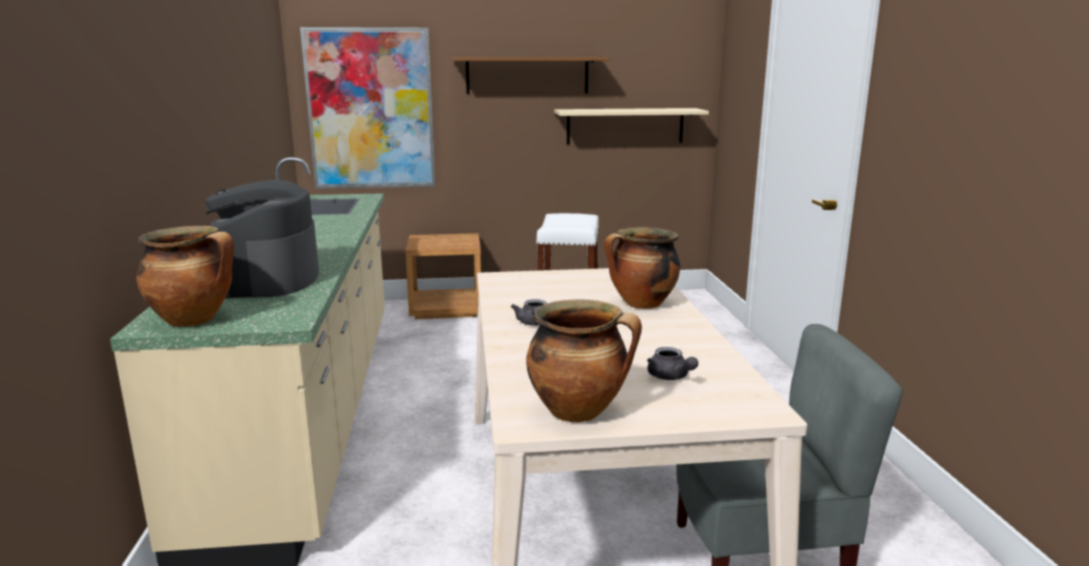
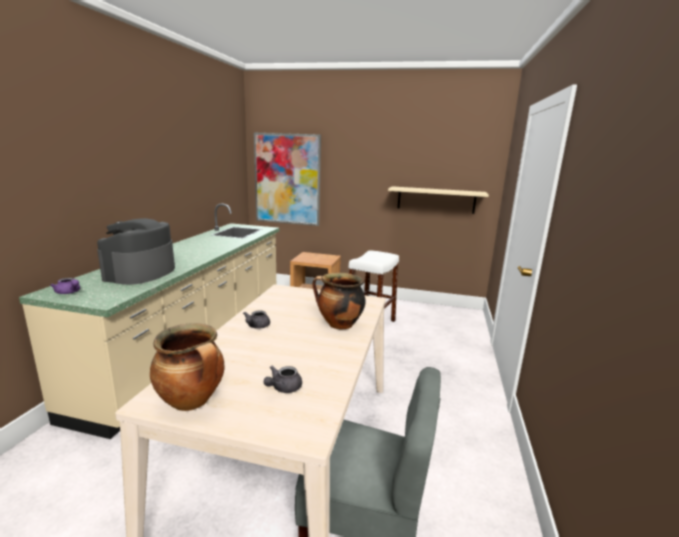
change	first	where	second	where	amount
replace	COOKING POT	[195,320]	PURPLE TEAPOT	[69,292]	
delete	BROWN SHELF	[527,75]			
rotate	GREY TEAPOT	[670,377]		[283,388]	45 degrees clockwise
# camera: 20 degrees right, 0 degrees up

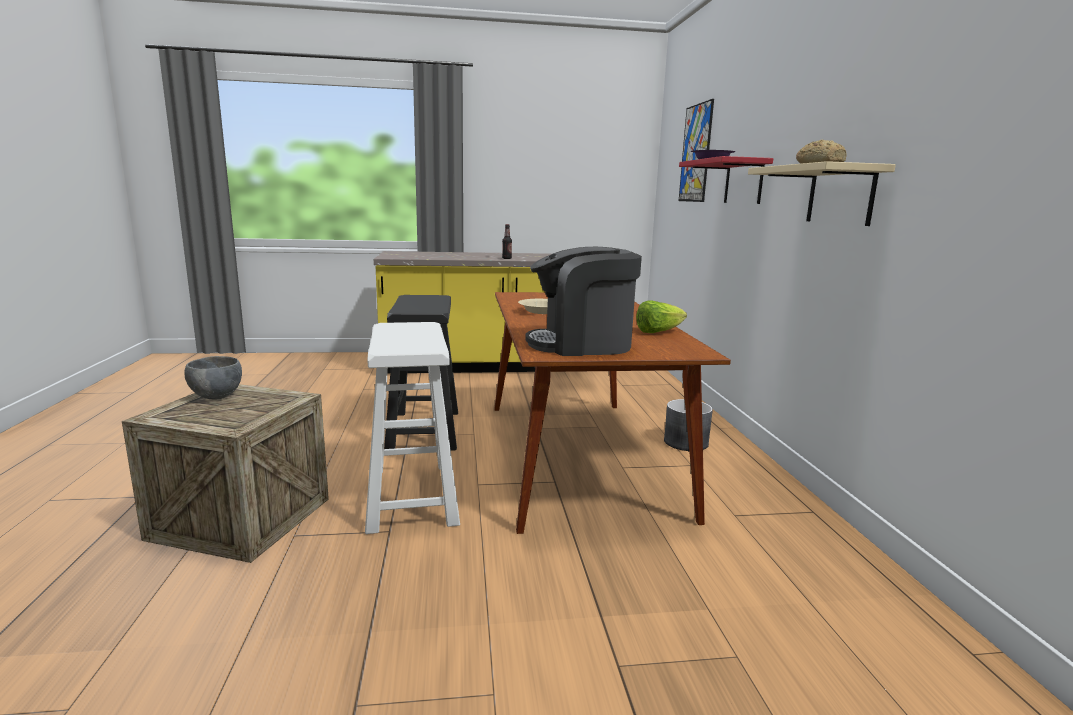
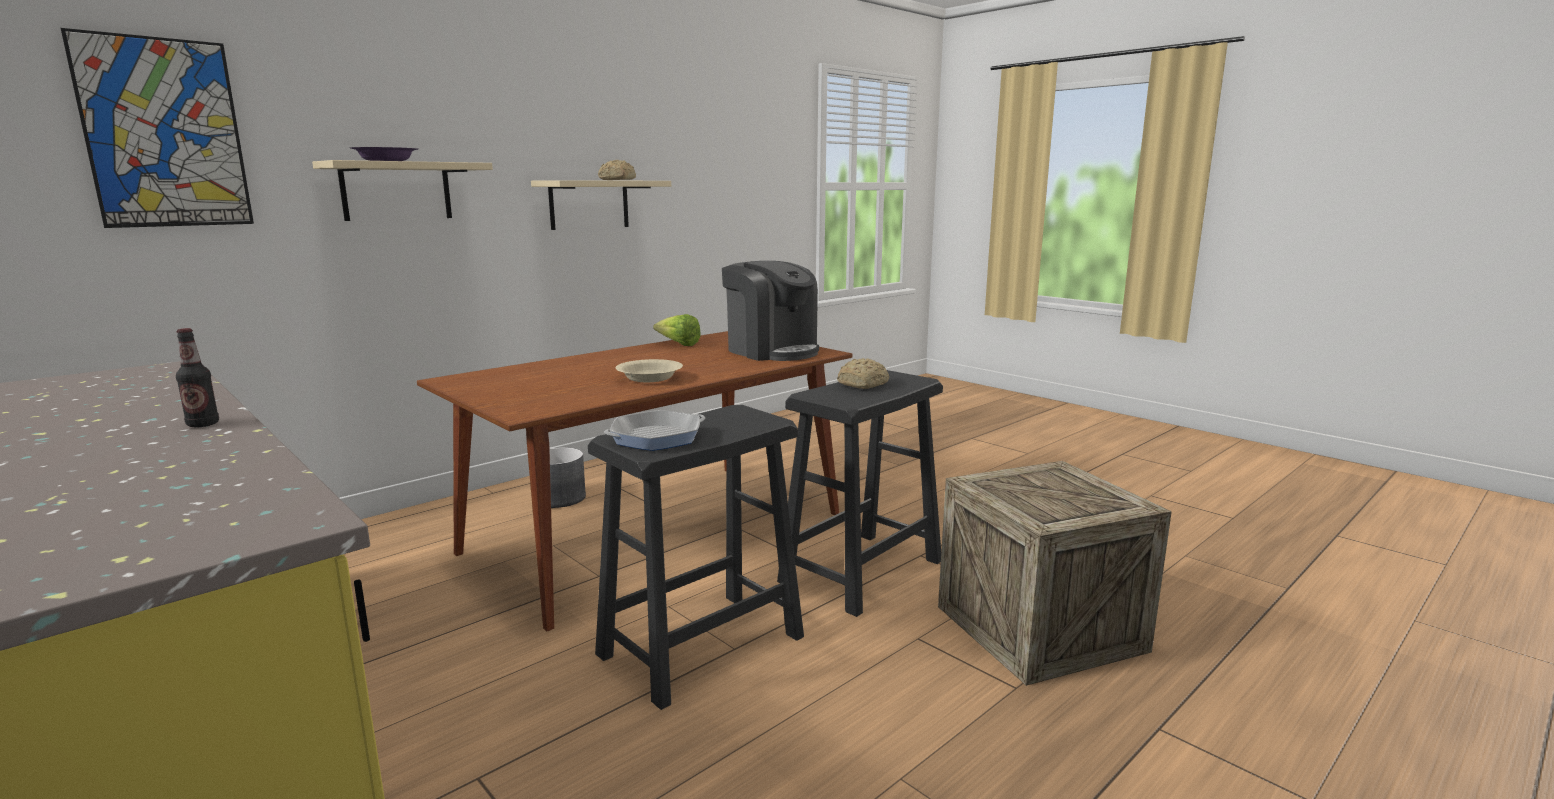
change	first	where	second	where	amount
delete	GREY BOWL	[216,396]			
recolor	WHITE STOOL	[412,495]	BLACK STOOL	[860,572]	
recolor	RED SHELF	[743,182]	BEIGE SHELF	[396,191]	
insert			FRYING PAN	[656,437]	
insert			BREAD	[864,384]	
# camera: 125 degrees left, 0 degrees up

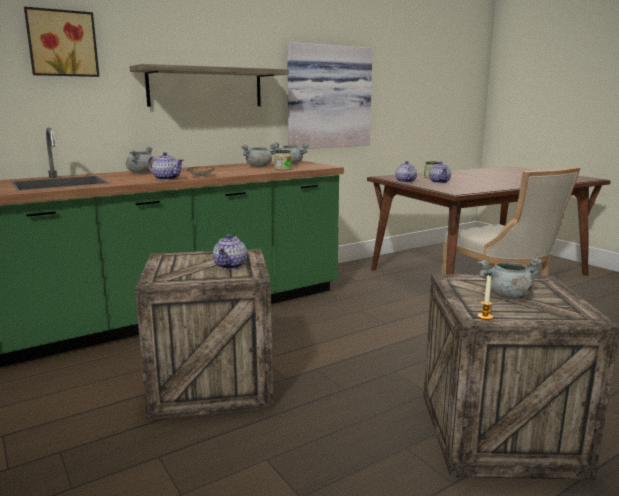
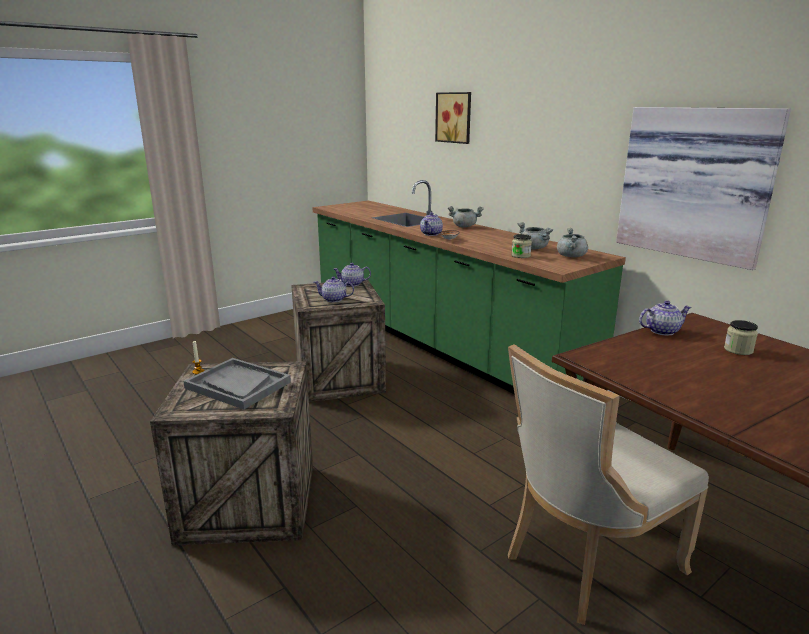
change	first	where	second	where	amount
delete	SHELF	[206,87]			
move	TEAPOT	[439,182]		[352,284]	
replace	GREY COOKING POT	[507,296]	GREY TRAY	[237,385]	
# camera: 85 degrees right, 5 degrees up

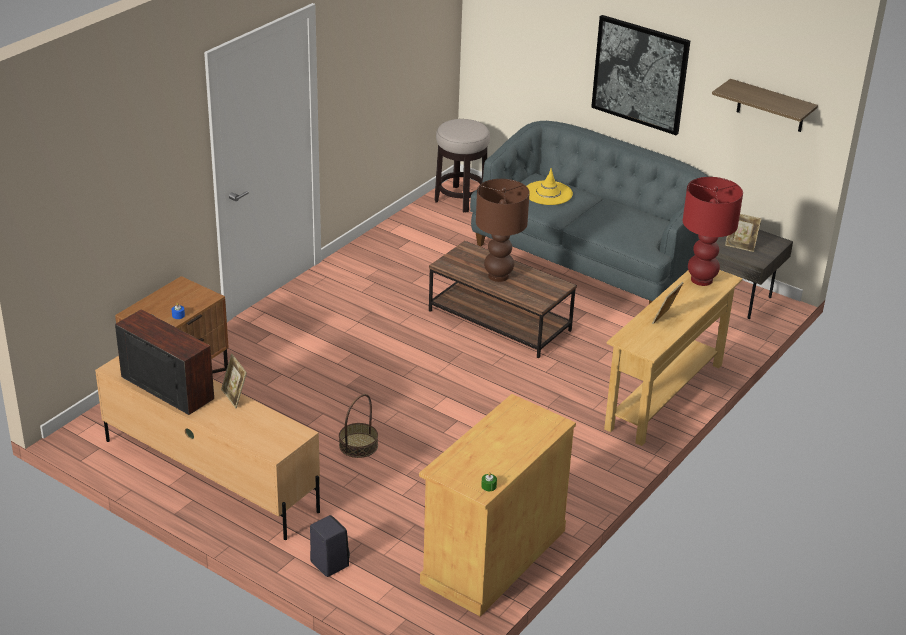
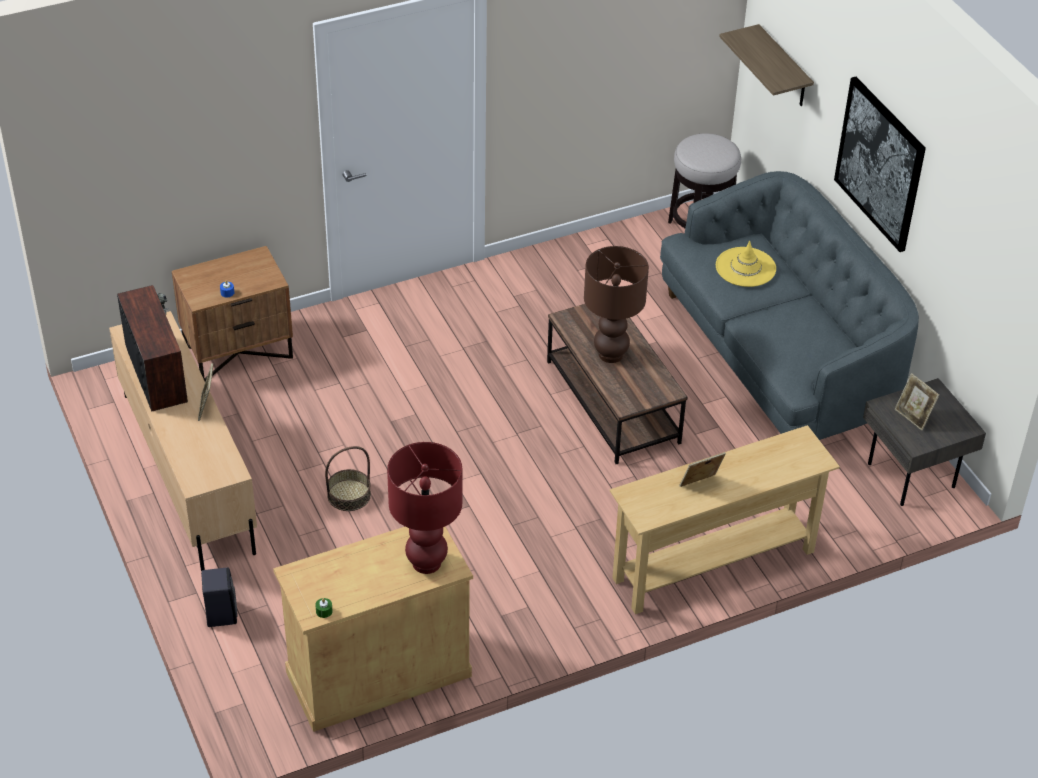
change	first	where	second	where	amount
move	RED TABLE LAMP	[702,280]		[427,563]	
move	SHELF	[771,106]		[783,68]	
# camera: 30 degrees right, 10 degrees up

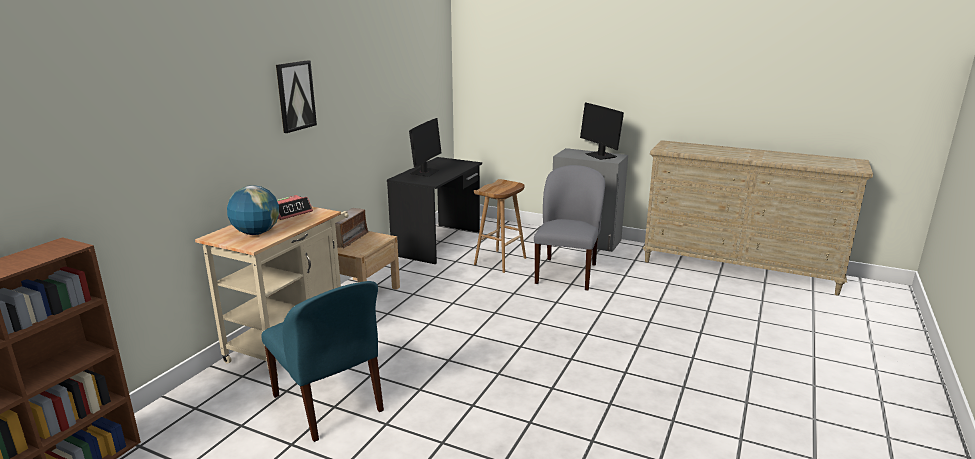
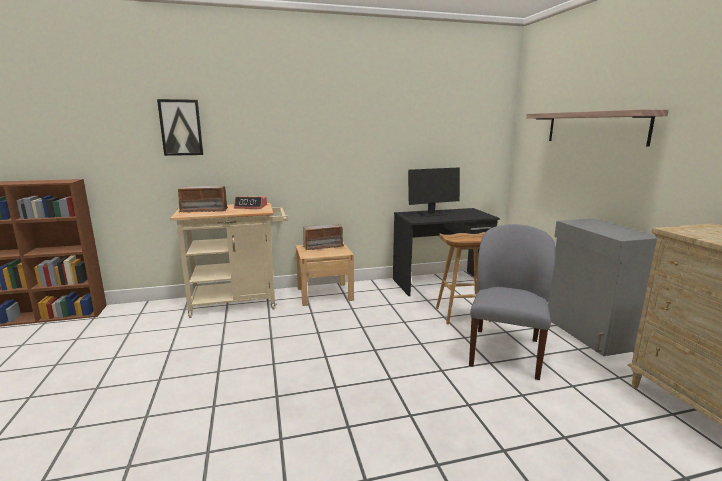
change	first	where	second	where	amount
replace	GLOBE	[256,233]	RADIO	[204,211]	
delete	BLUE CHAIR	[329,404]			
move	PICTURE	[295,96]		[181,127]	
rotate	GREY CHAIR	[567,273]		[505,352]	45 degrees counterclockwise
delete	MONITOR	[600,156]			
insert			SHELF	[594,127]	
# camera: 50 degrees right, 5 degrees down

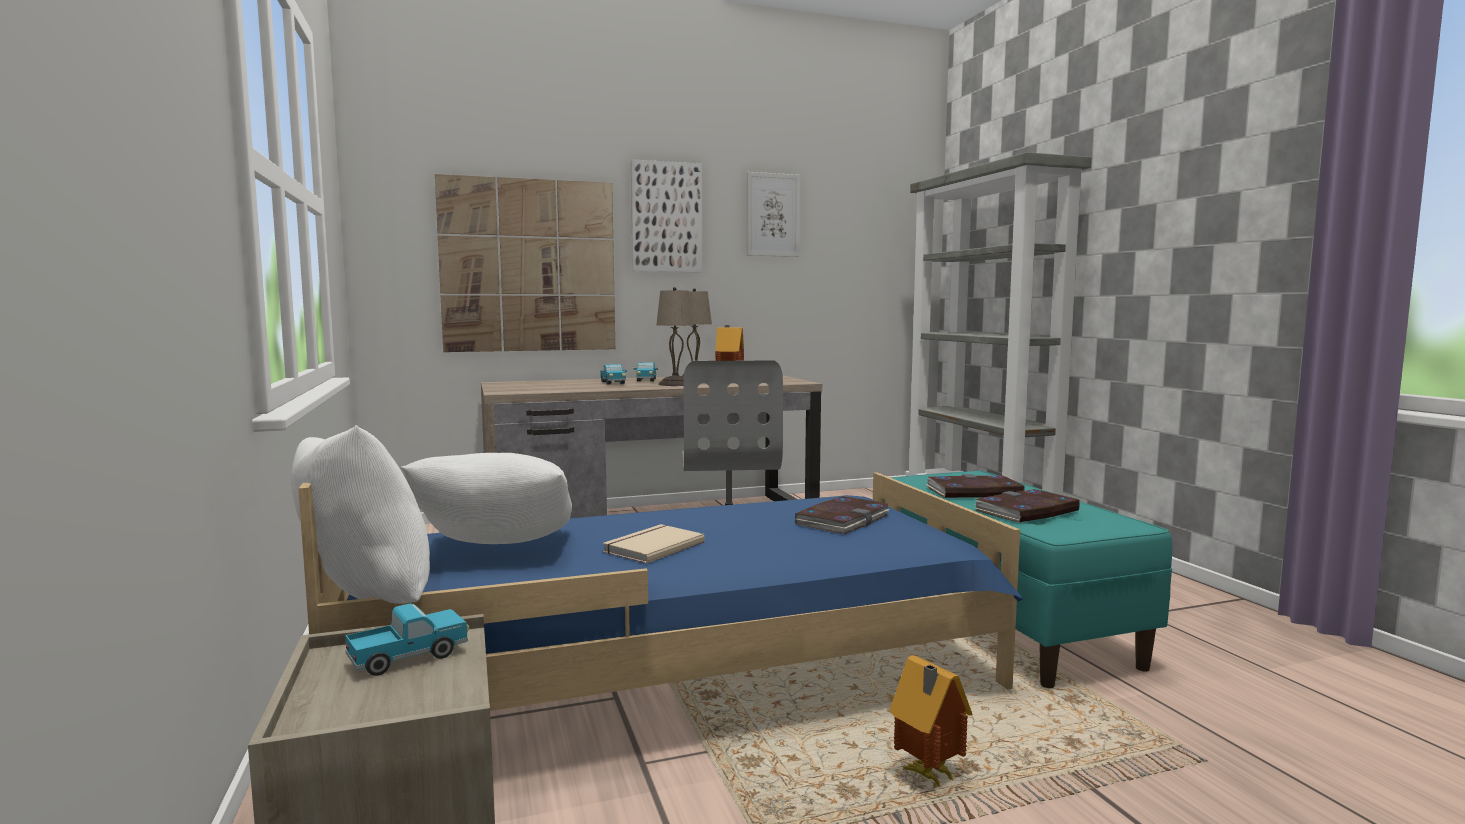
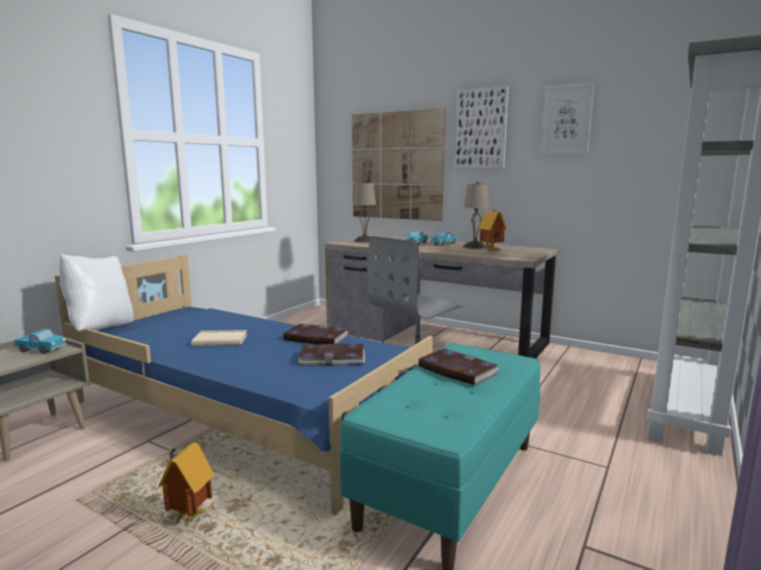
change	first	where	second	where	amount
delete	WHITE PILLOW	[497,551]			
move	BEIGE TABLE LAMP	[674,384]		[364,241]	
move	BOOK	[1026,511]		[315,338]	
# camera: 50 degrees right, 5 degrees up

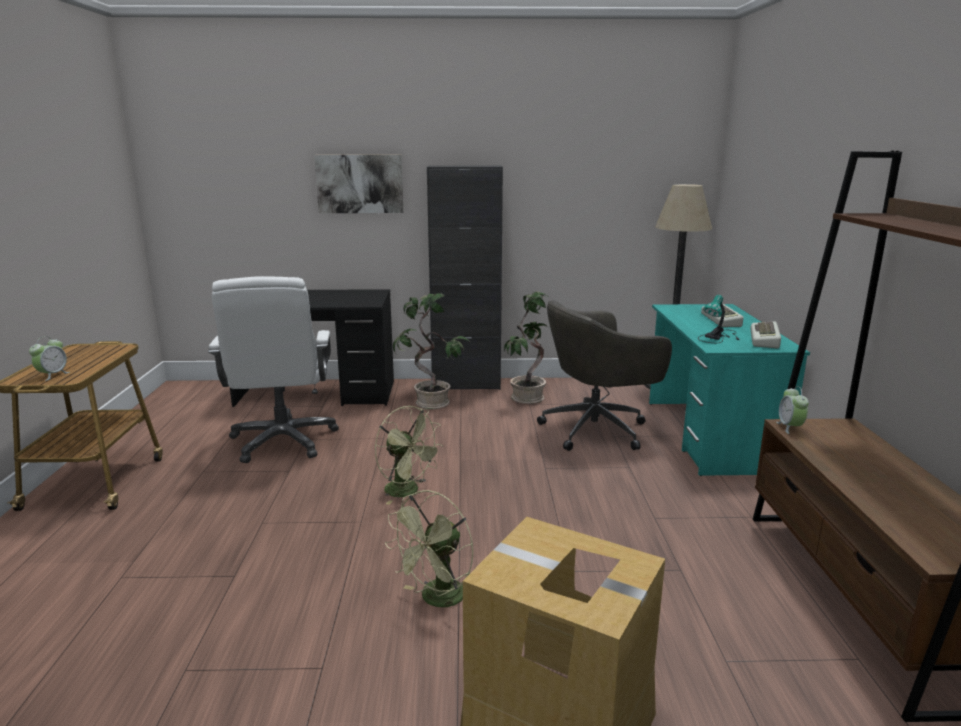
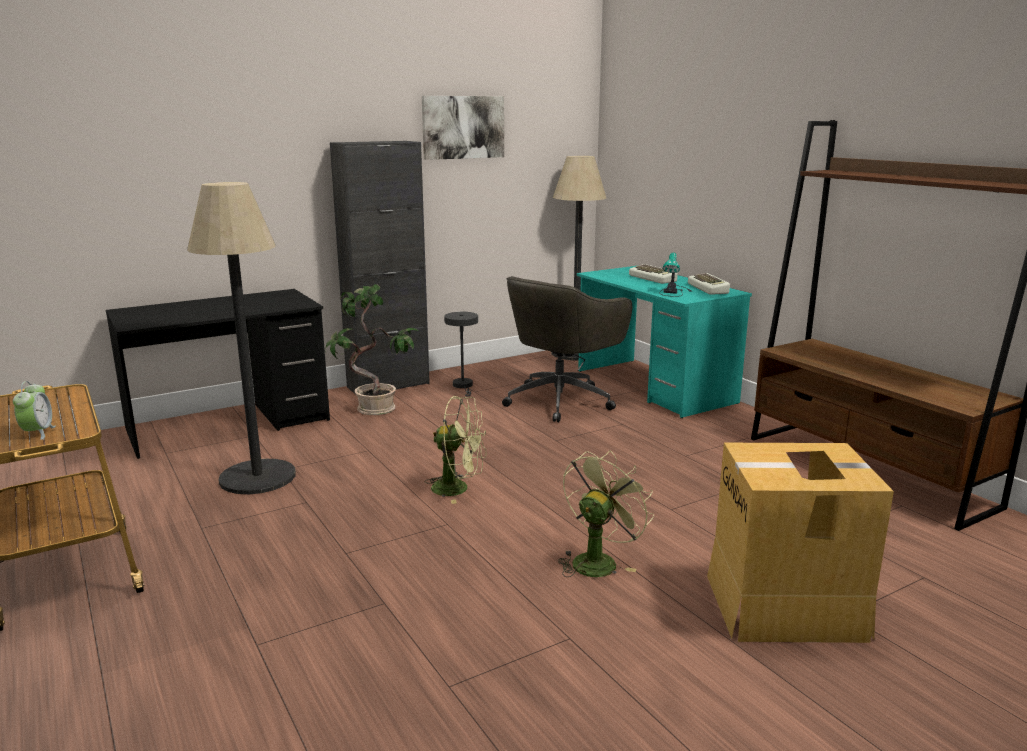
change	first	where	second	where	amount
replace	WHITE OFFICE CHAIR	[283,441]	FLOOR LAMP	[257,477]	
move	PICTURE	[360,183]		[463,127]	
rotate	GREEN FAN	[437,600]		[598,560]	150 degrees counterclockwise
replace	POTTED PLANT	[526,397]	GREY TABLE LAMP	[463,386]	
delete	ALARM CLOCK	[790,427]			
# camera: 30 degrees left, 0 degrees up

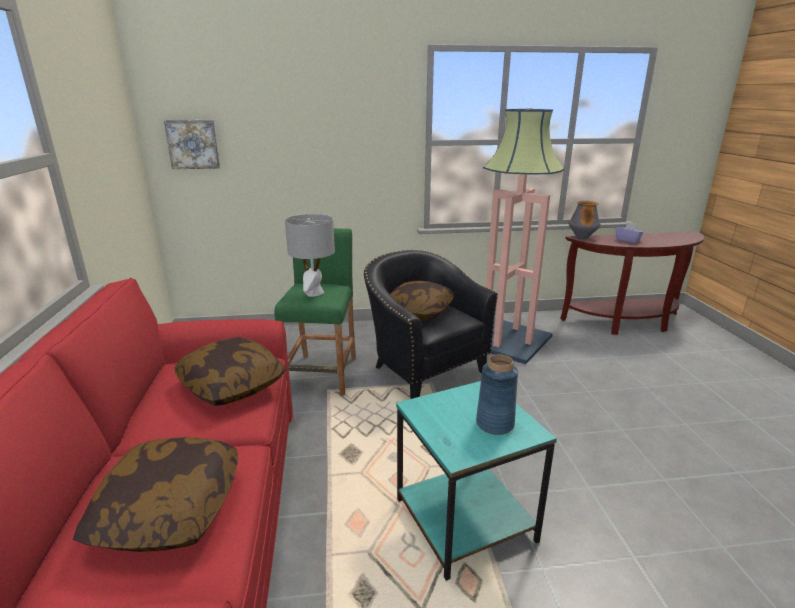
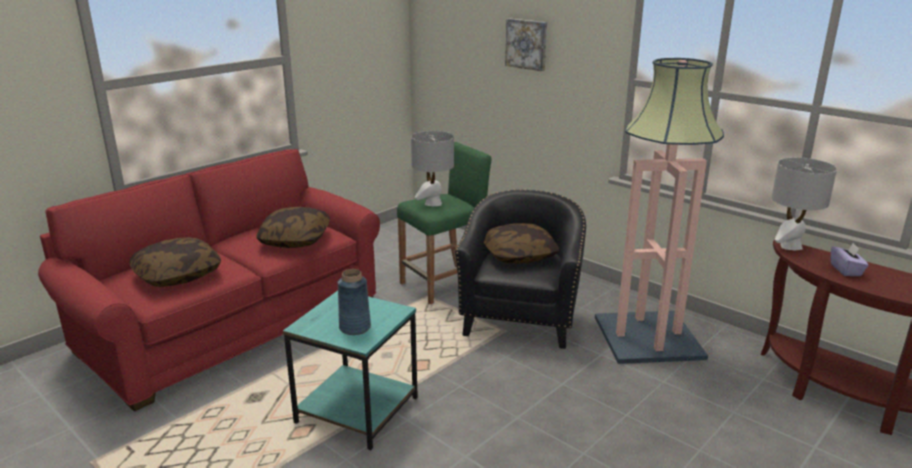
change	first	where	second	where	amount
move	PICTURE	[193,144]		[527,44]	
replace	VASE	[582,238]	GREY TABLE LAMP	[790,246]	
# camera: 50 degrees right, 0 degrees up

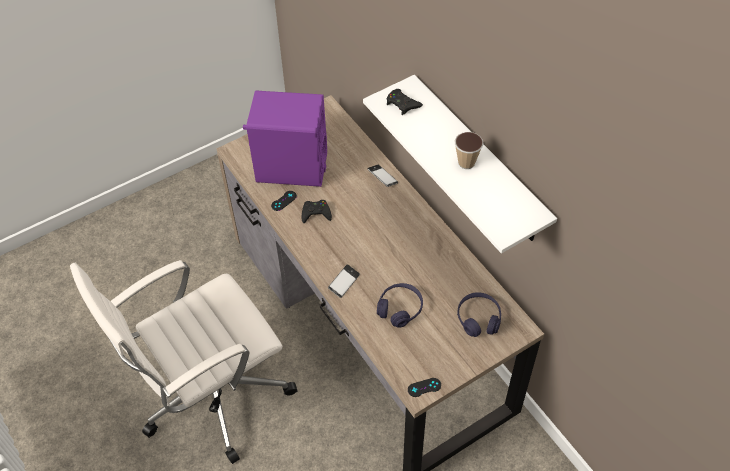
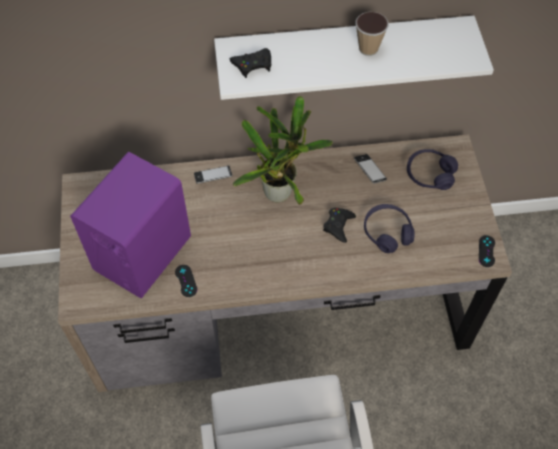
change	first	where	second	where	amount
move	BLACK GAME CONTROLLER	[316,213]		[338,226]	
move	PHONE	[344,282]		[369,170]	
insert			POTTED PLANT	[280,190]	
# camera: 65 degrees left, 5 degrees up

